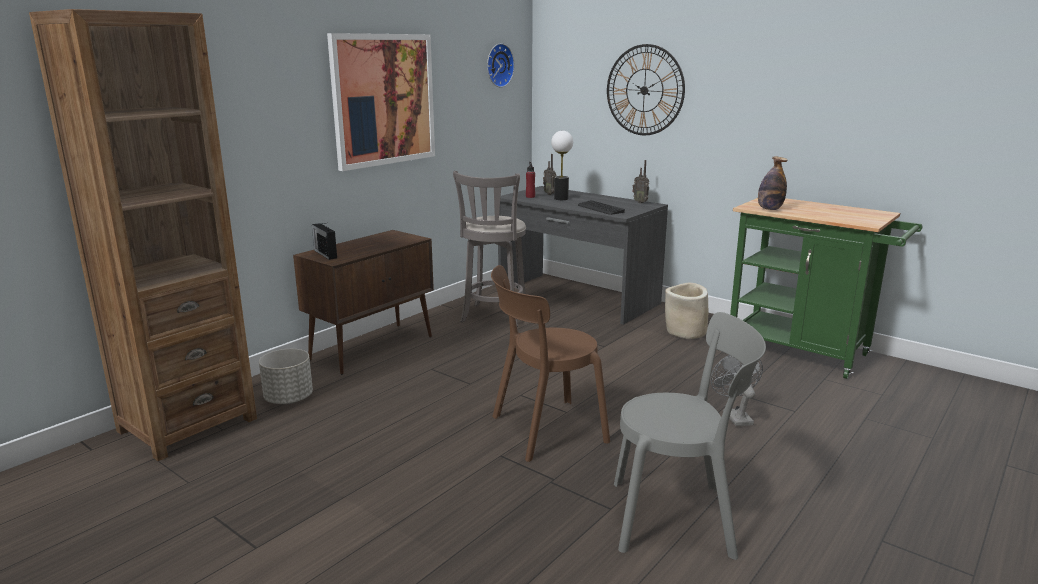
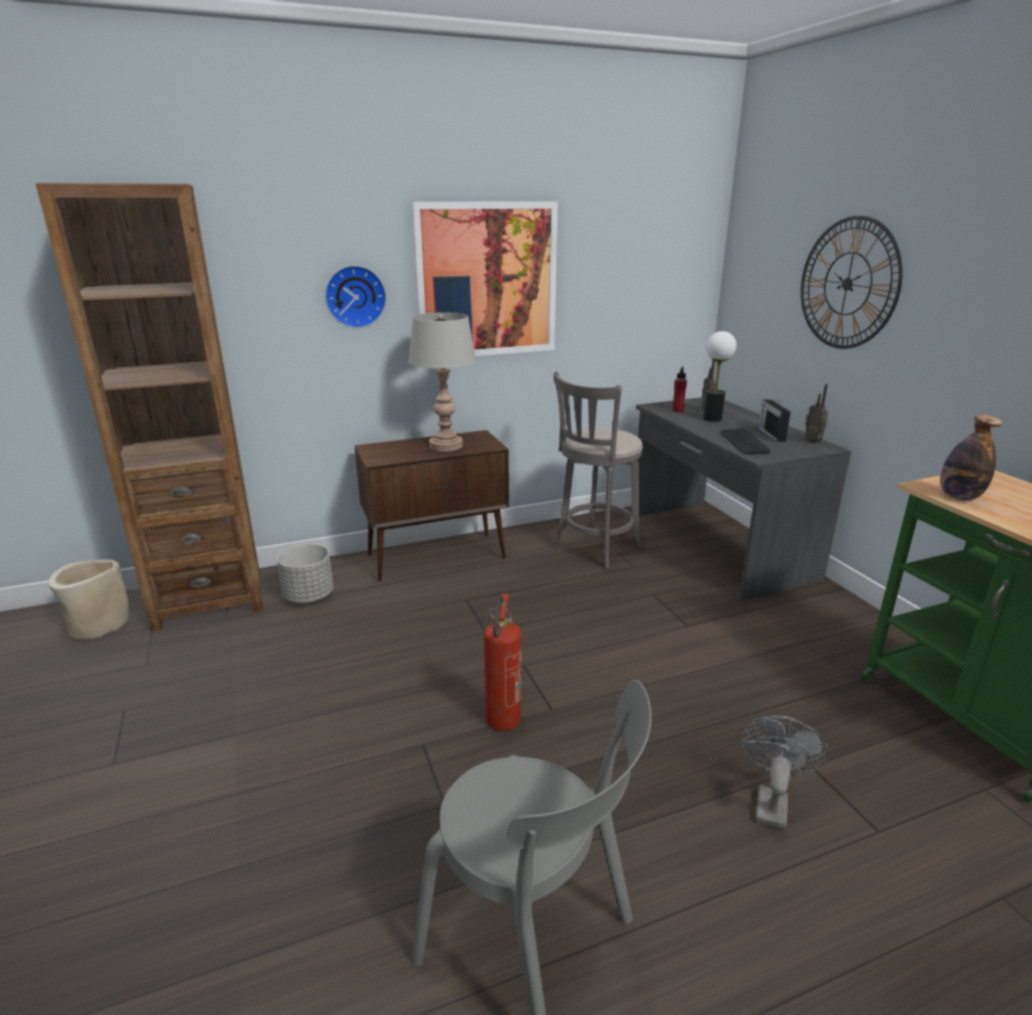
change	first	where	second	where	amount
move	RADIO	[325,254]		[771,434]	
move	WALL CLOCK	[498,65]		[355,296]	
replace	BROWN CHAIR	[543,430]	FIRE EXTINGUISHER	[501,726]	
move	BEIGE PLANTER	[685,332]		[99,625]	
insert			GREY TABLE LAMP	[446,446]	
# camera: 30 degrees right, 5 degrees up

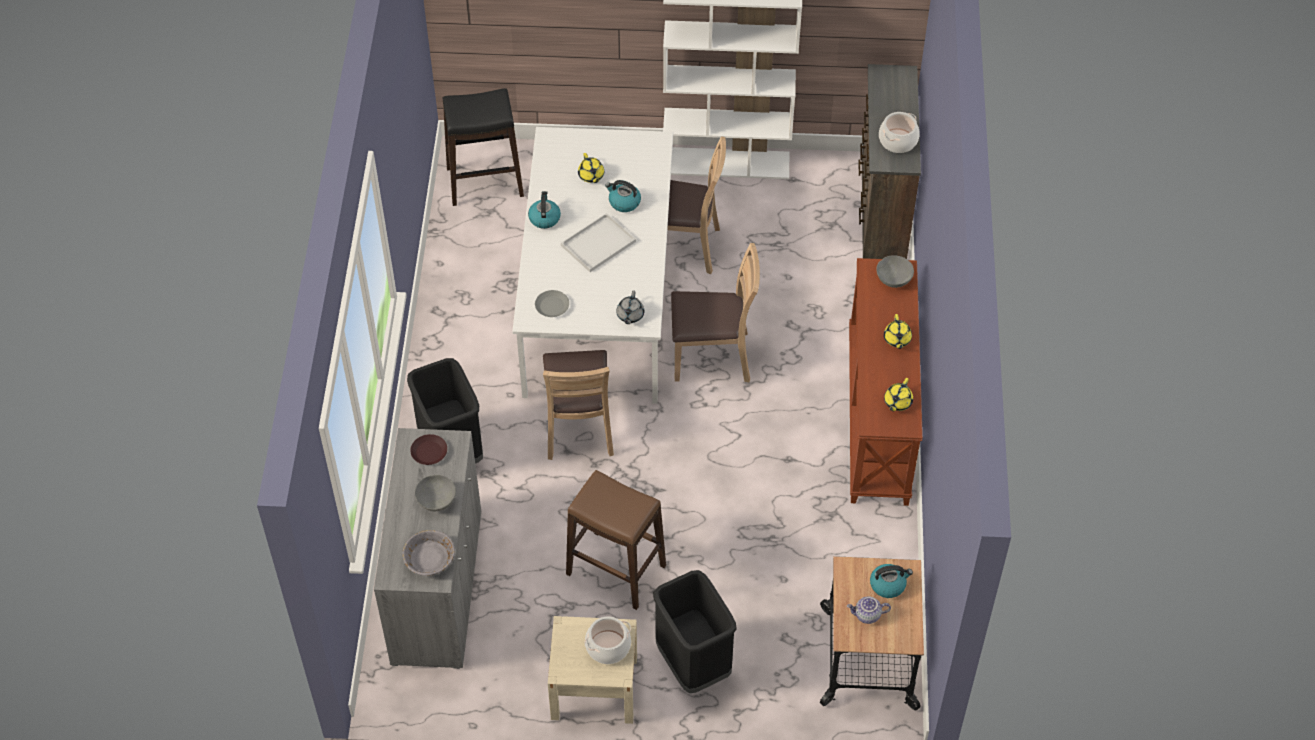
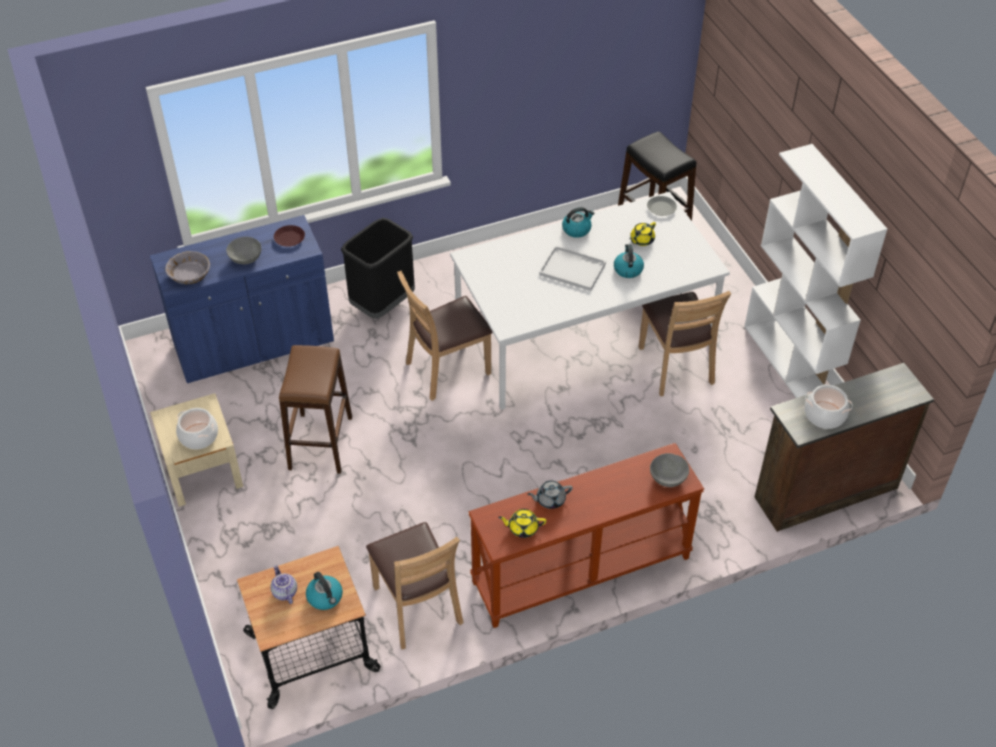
change	first	where	second	where	amount
recolor	GREY CABINET	[437,587]	BLUE CABINET	[254,344]	
move	GREY PLATE	[552,306]		[661,208]	
move	GREY TEAPOT	[630,315]		[550,499]	
delete	BLACK TRASH CAN	[693,663]			
move	BROWN CHAIR	[712,357]		[417,607]	
delete	YELLOW TEAPOT	[897,339]			
# camera: 65 degrees right, 5 degrees down

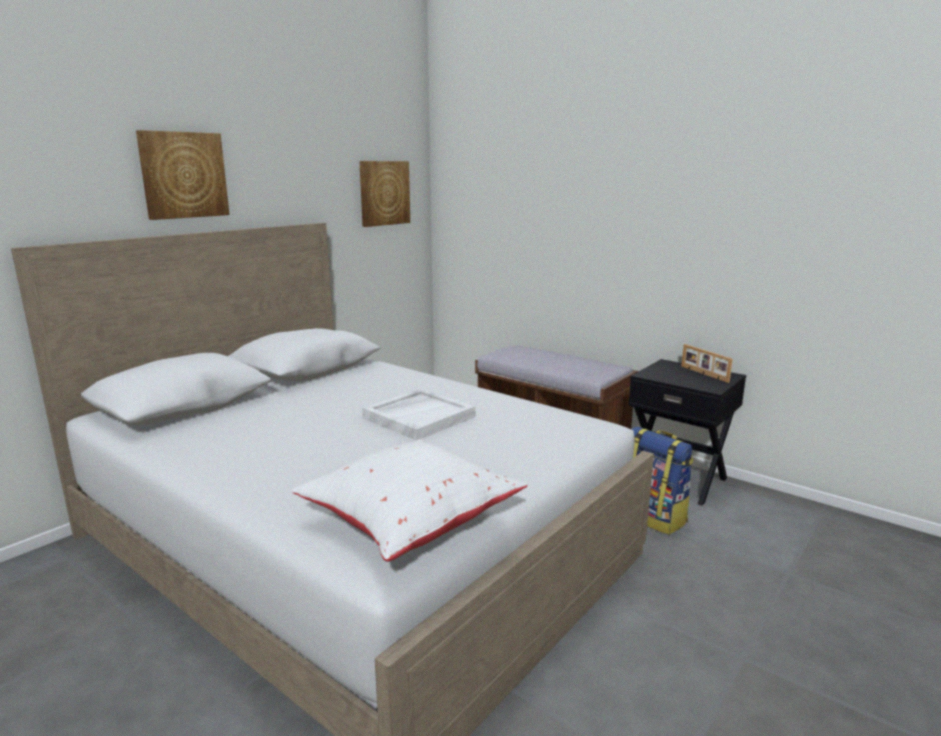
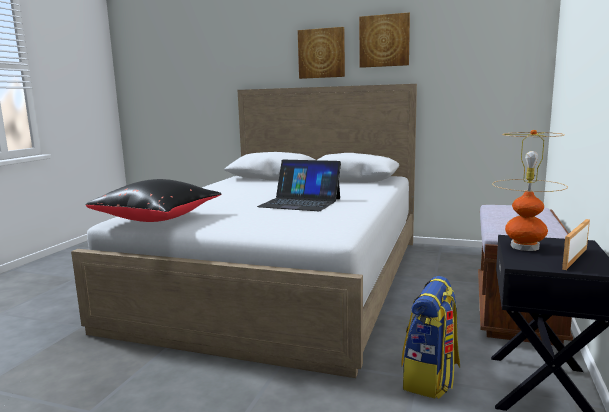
change	first	where	second	where	amount
recolor	WHITE PILLOW	[409,521]	BLACK PILLOW	[158,219]	
move	PICTURE	[384,193]		[384,41]	
replace	WHITE TRAY	[419,417]	LAPTOP	[300,202]	
insert			TABLE LAMP	[525,246]	
# camera: 70 degrees right, 5 degrees down

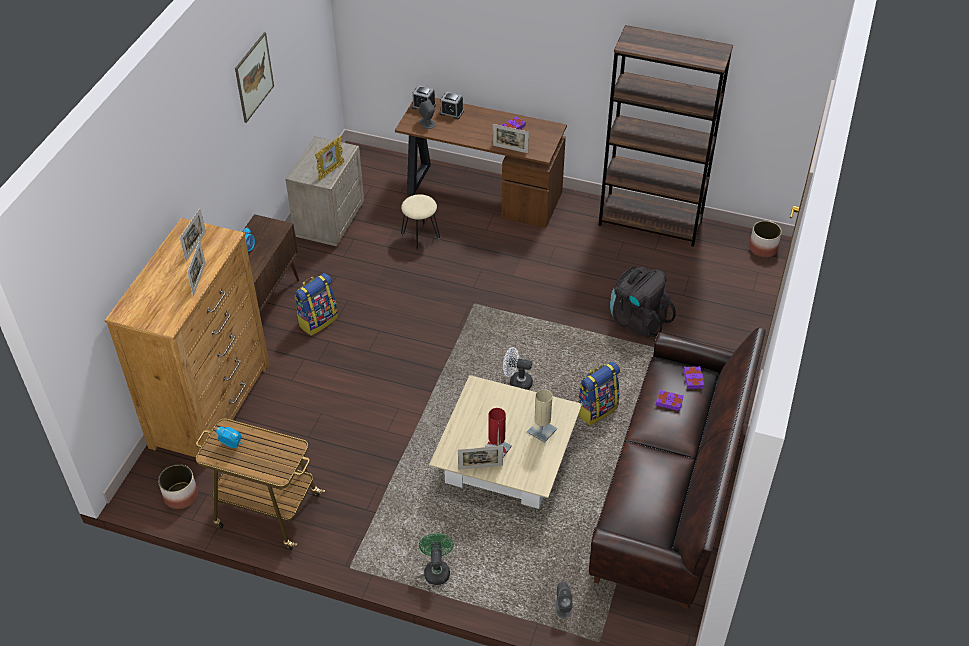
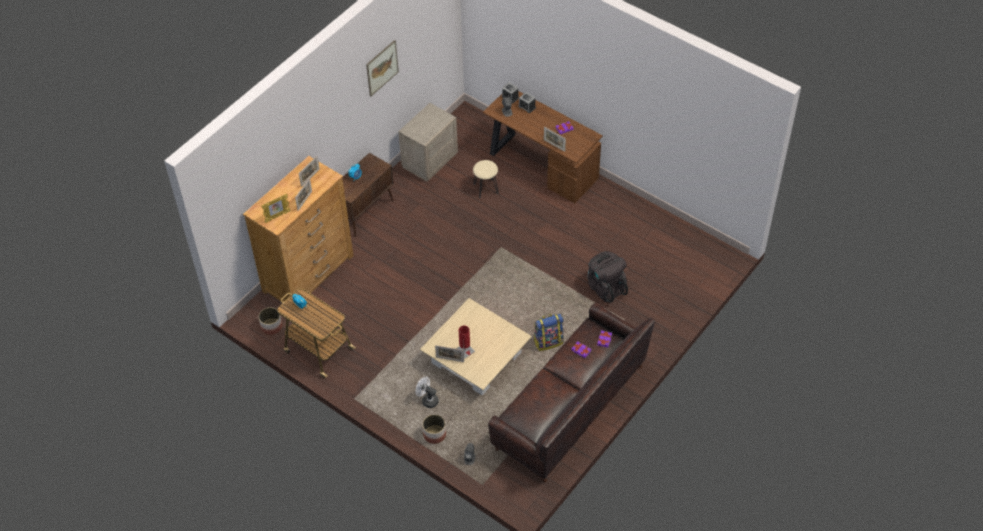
change	first	where	second	where	amount
delete	BACKPACK	[318,321]			
move	PICTURE FRAME	[330,171]		[277,216]	
delete	GREEN FAN	[436,570]			
move	WHITE FAN	[516,382]		[427,400]	
delete	BEIGE TABLE LAMP	[542,430]			
delete	BROWN BOOKCASE	[650,223]			
move	PLANTER	[763,248]		[435,434]	
# camera: 20 degrees right, 5 degrees up

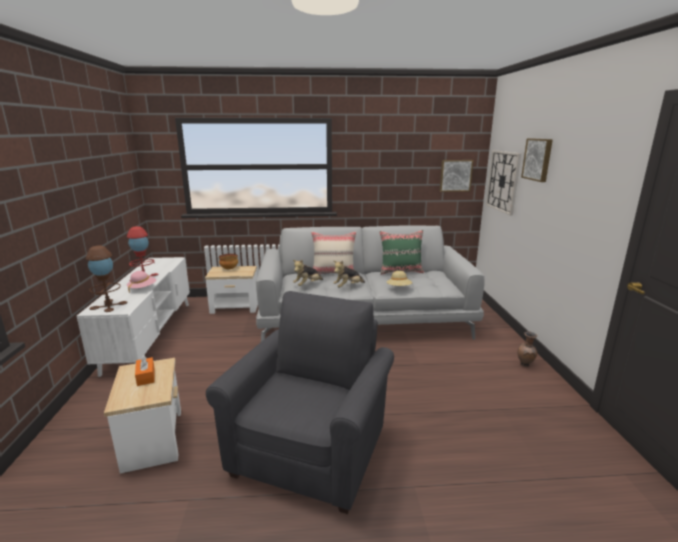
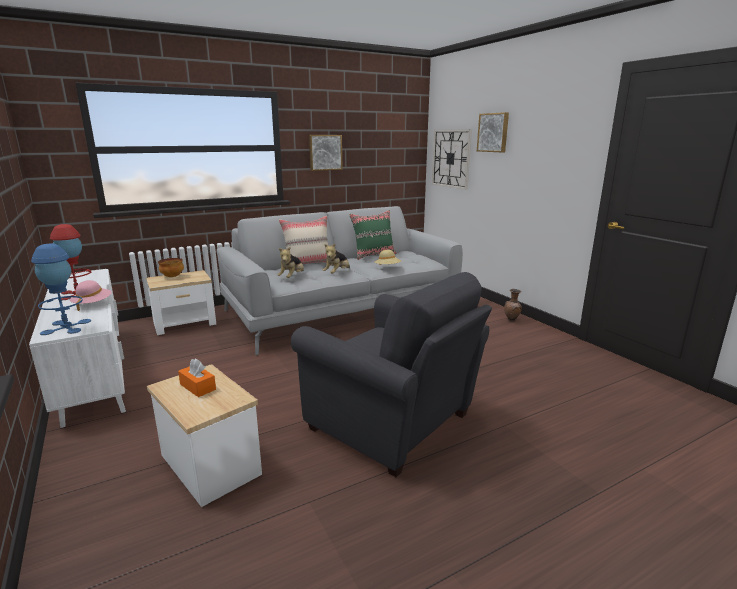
change	first	where	second	where	amount
recolor	BROWN TABLE LAMP	[108,305]	BLUE TABLE LAMP	[66,327]	
rotate	GREY ARMCHAIR	[312,449]		[394,424]	135 degrees clockwise
move	PICTURE	[455,175]		[325,152]	
# camera: 25 degrees left, 0 degrees up

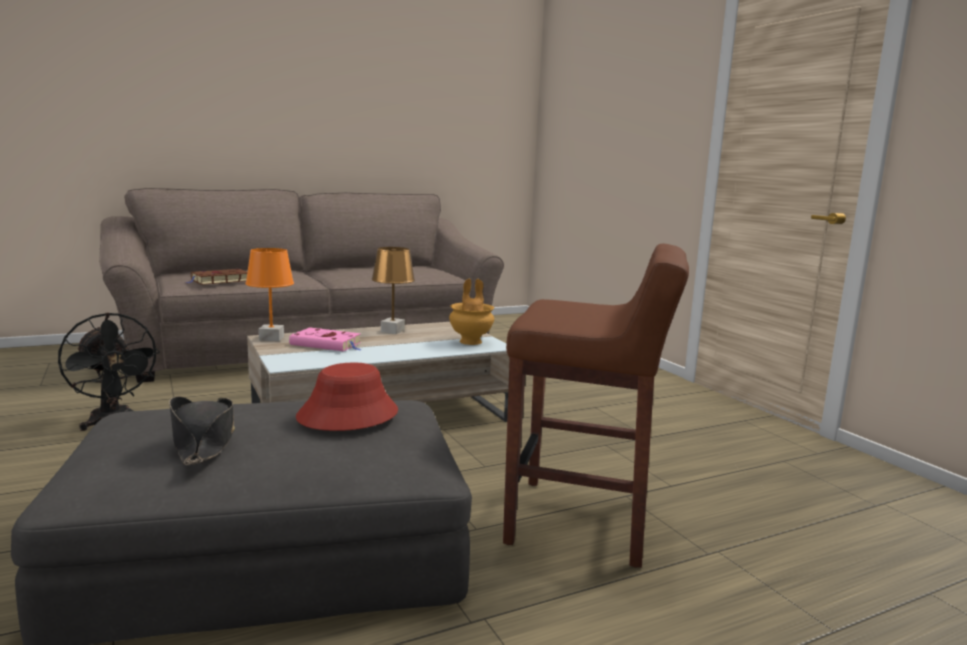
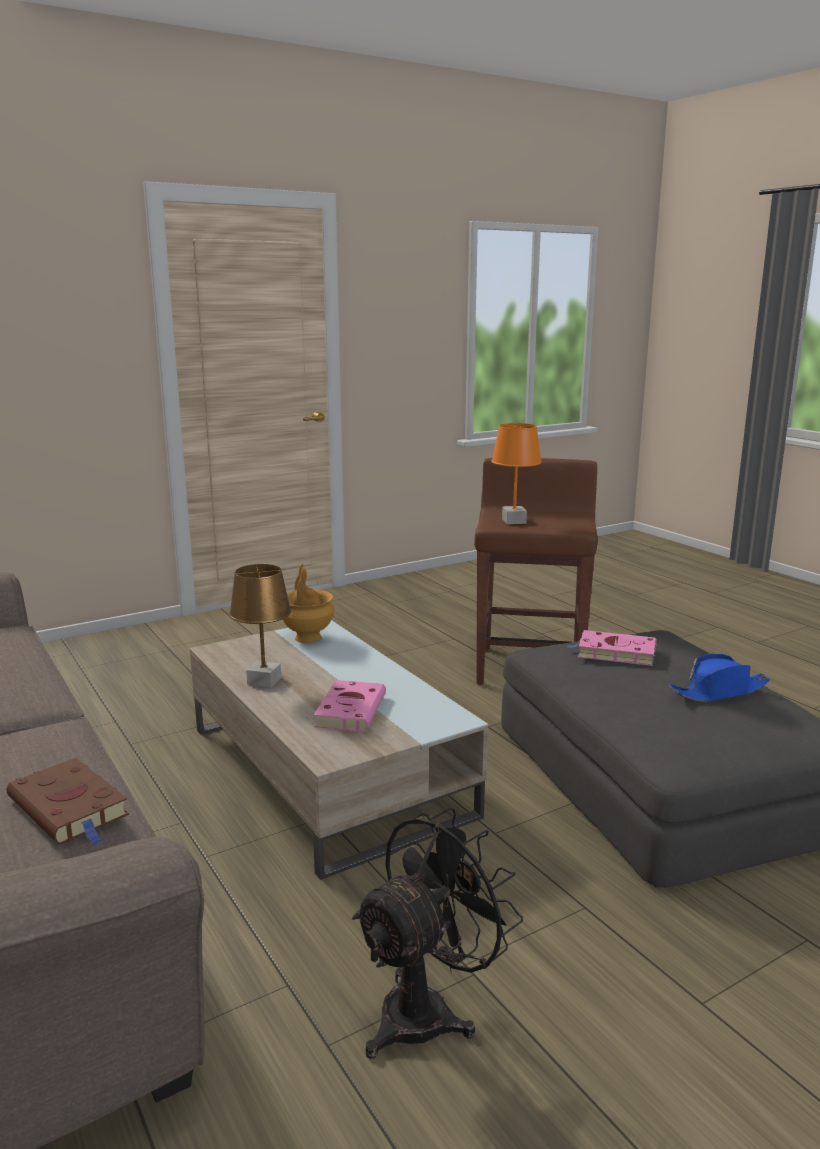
change	first	where	second	where	amount
recolor	BLACK HAT	[203,441]	BLUE HAT	[719,691]	
move	ORANGE TABLE LAMP	[272,338]		[513,521]	
replace	RED HAT	[348,414]	PINK BOOK	[614,653]	
# camera: 95 degrees left, 5 degrees up

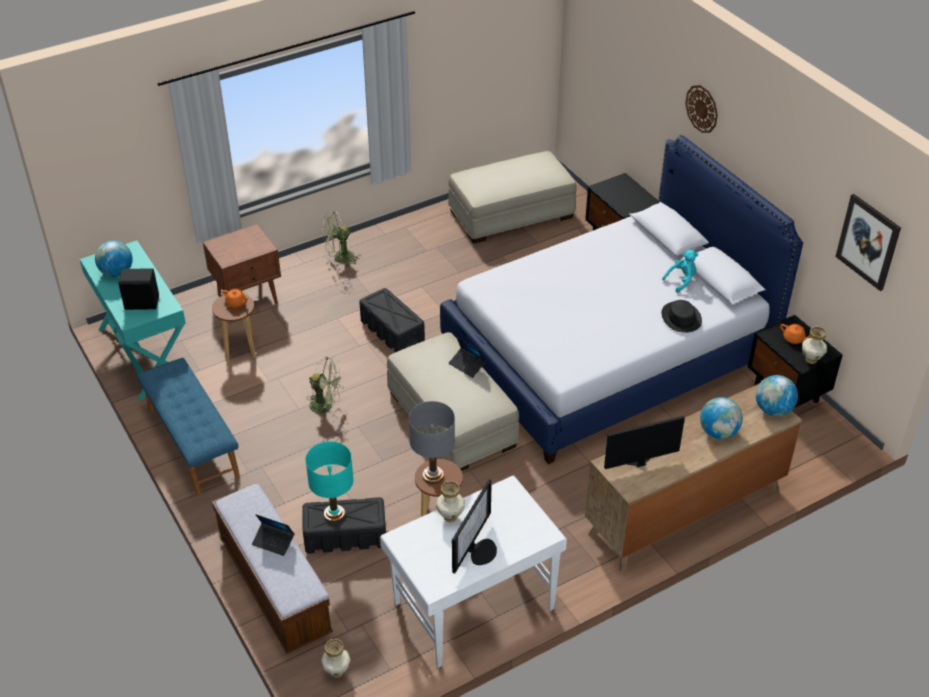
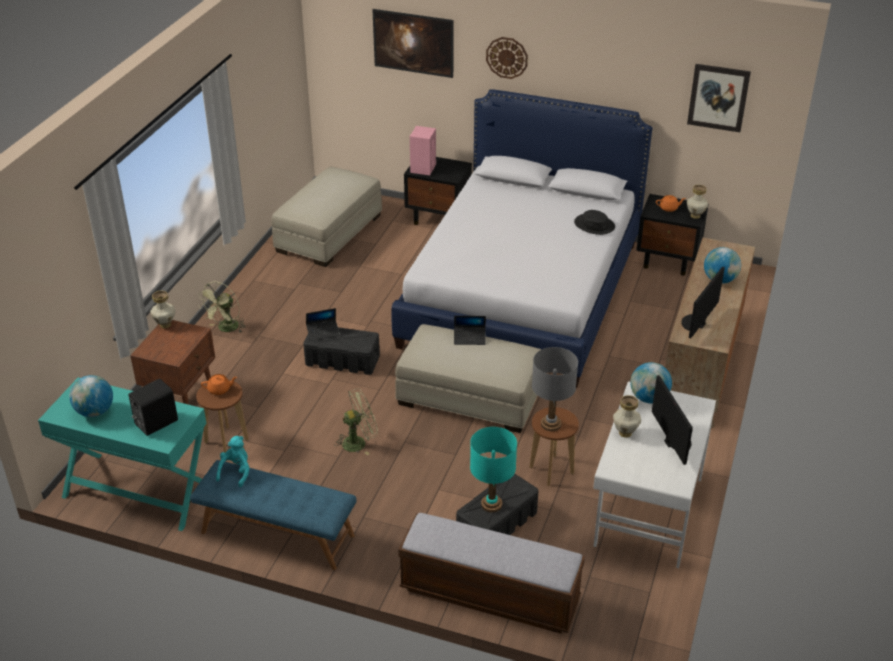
change	first	where	second	where	amount
move	LAPTOP	[273,542]		[323,332]	
move	VASE	[337,672]		[165,324]	
move	TURQUOISE PLUSH TOY	[681,281]		[236,472]	
move	GLOBE	[773,410]		[649,398]	
insert			PICTURE	[413,57]	
insert			PINK SPEAKER	[423,168]	
# camera: 40 degrees left, 5 degrees down

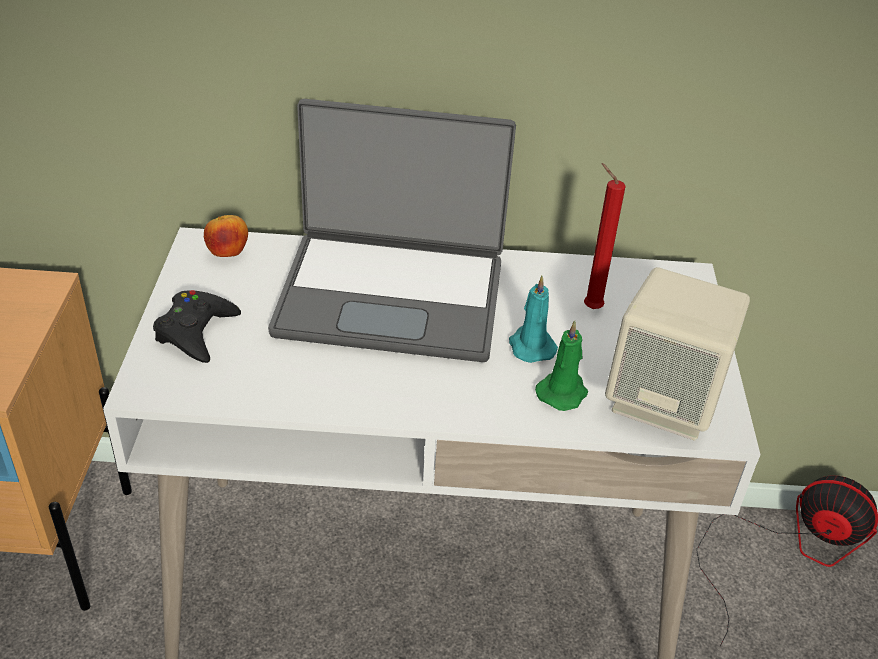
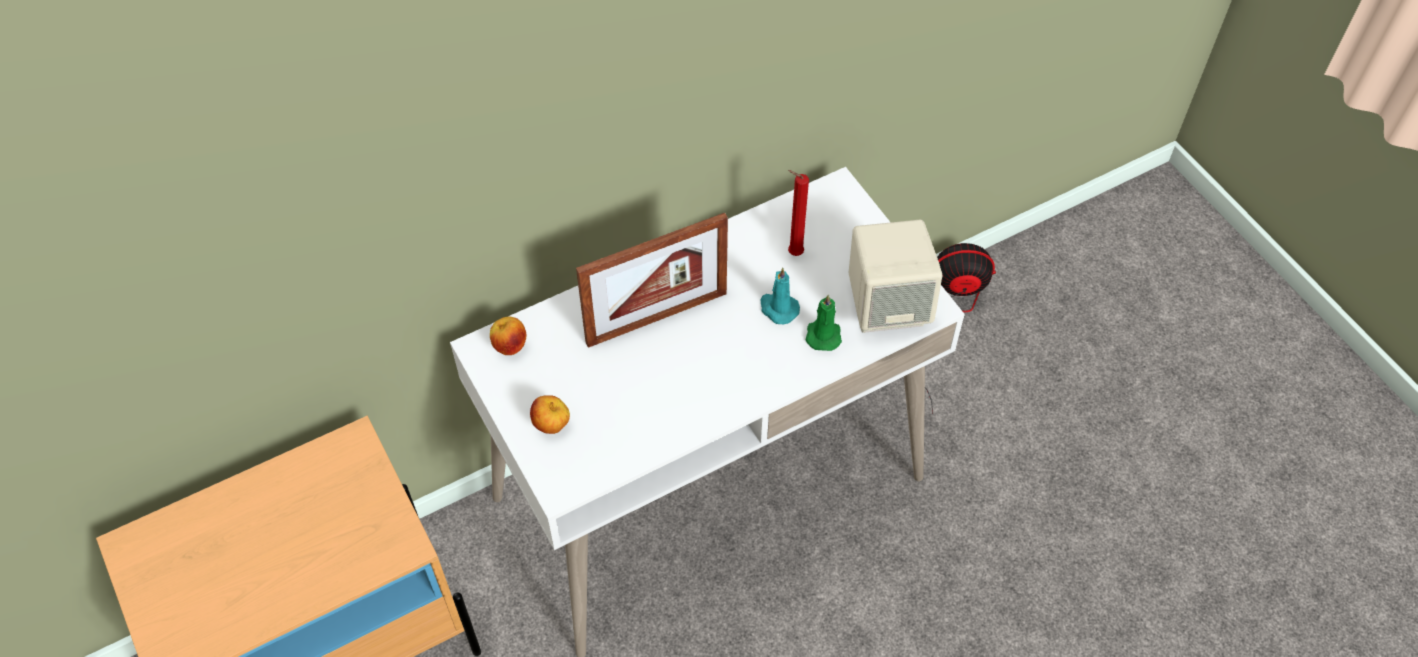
change	first	where	second	where	amount
replace	BLACK GAME CONTROLLER	[196,332]	APPLE	[551,425]	
replace	LAPTOP	[392,295]	PICTURE FRAME	[656,318]	
# camera: 30 degrees left, 15 degrees up

